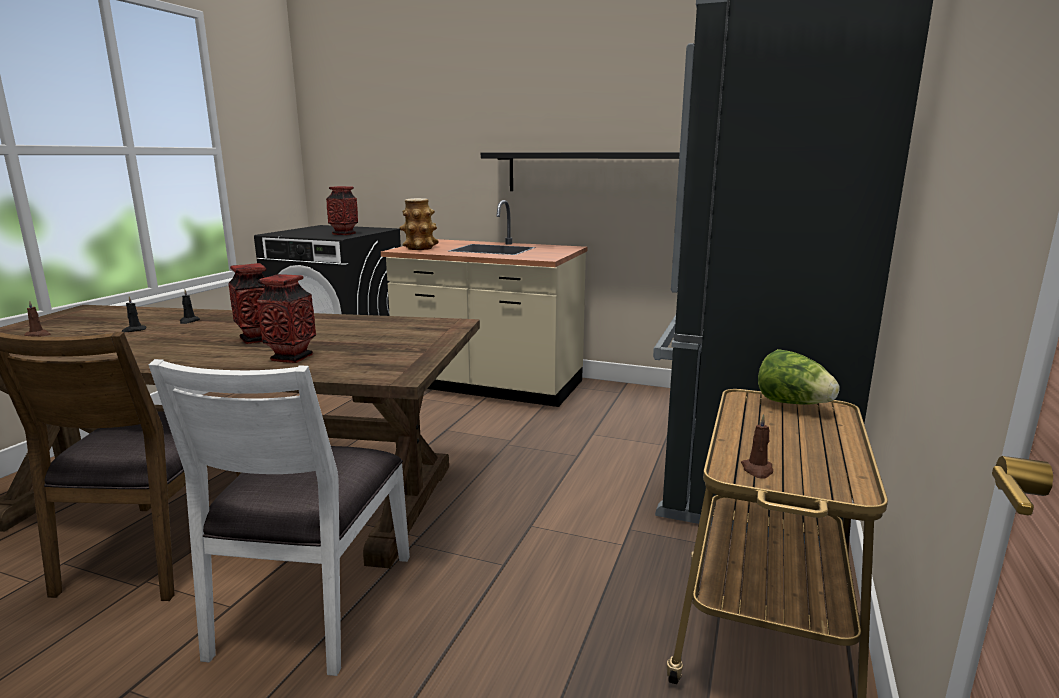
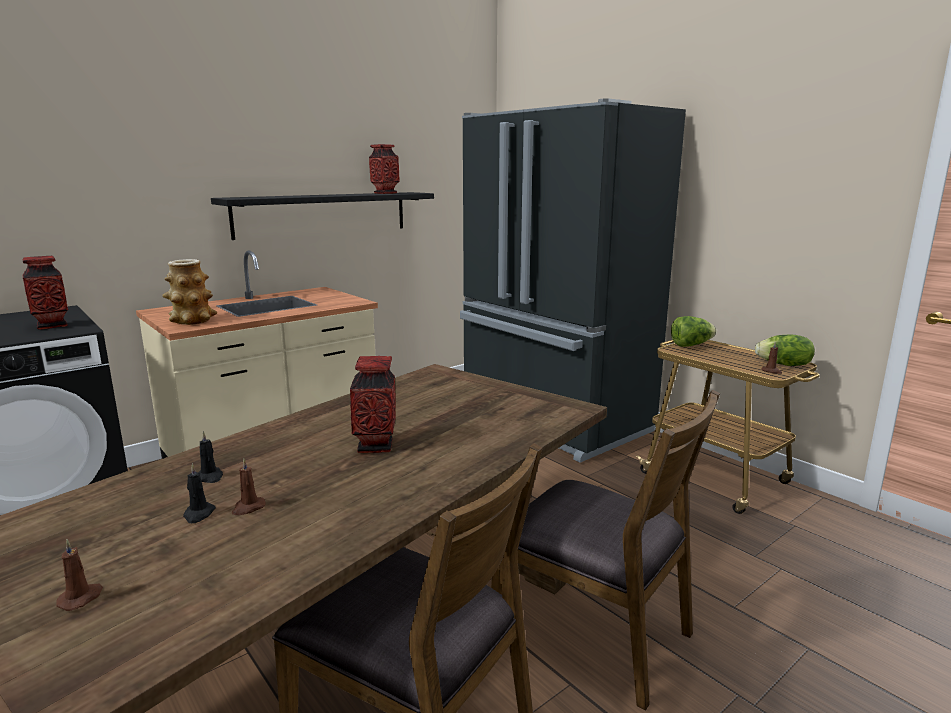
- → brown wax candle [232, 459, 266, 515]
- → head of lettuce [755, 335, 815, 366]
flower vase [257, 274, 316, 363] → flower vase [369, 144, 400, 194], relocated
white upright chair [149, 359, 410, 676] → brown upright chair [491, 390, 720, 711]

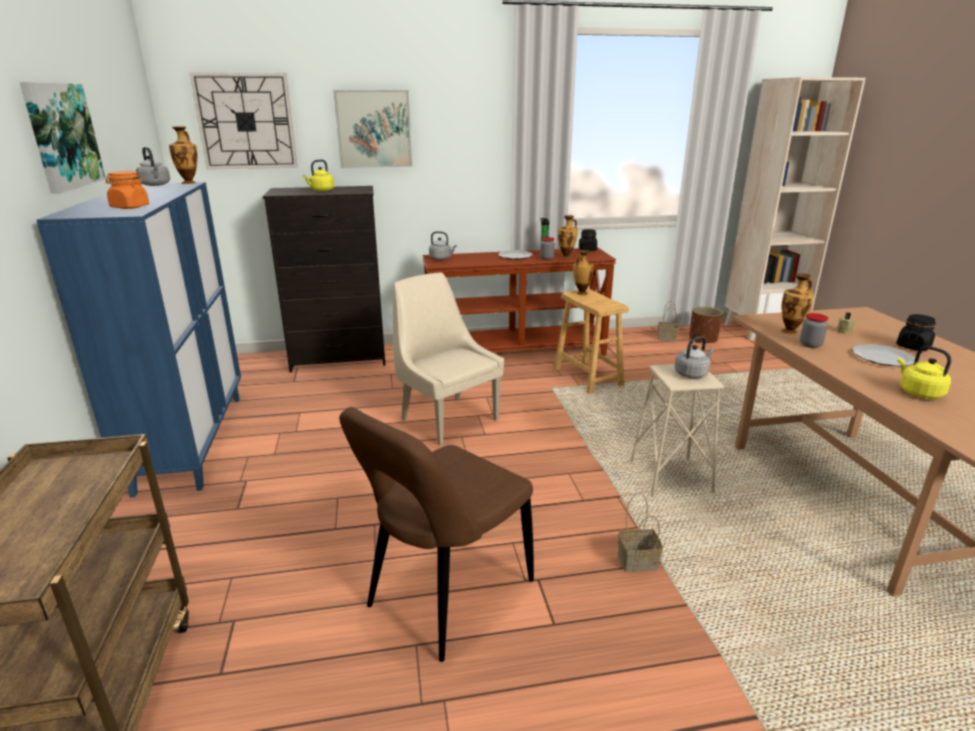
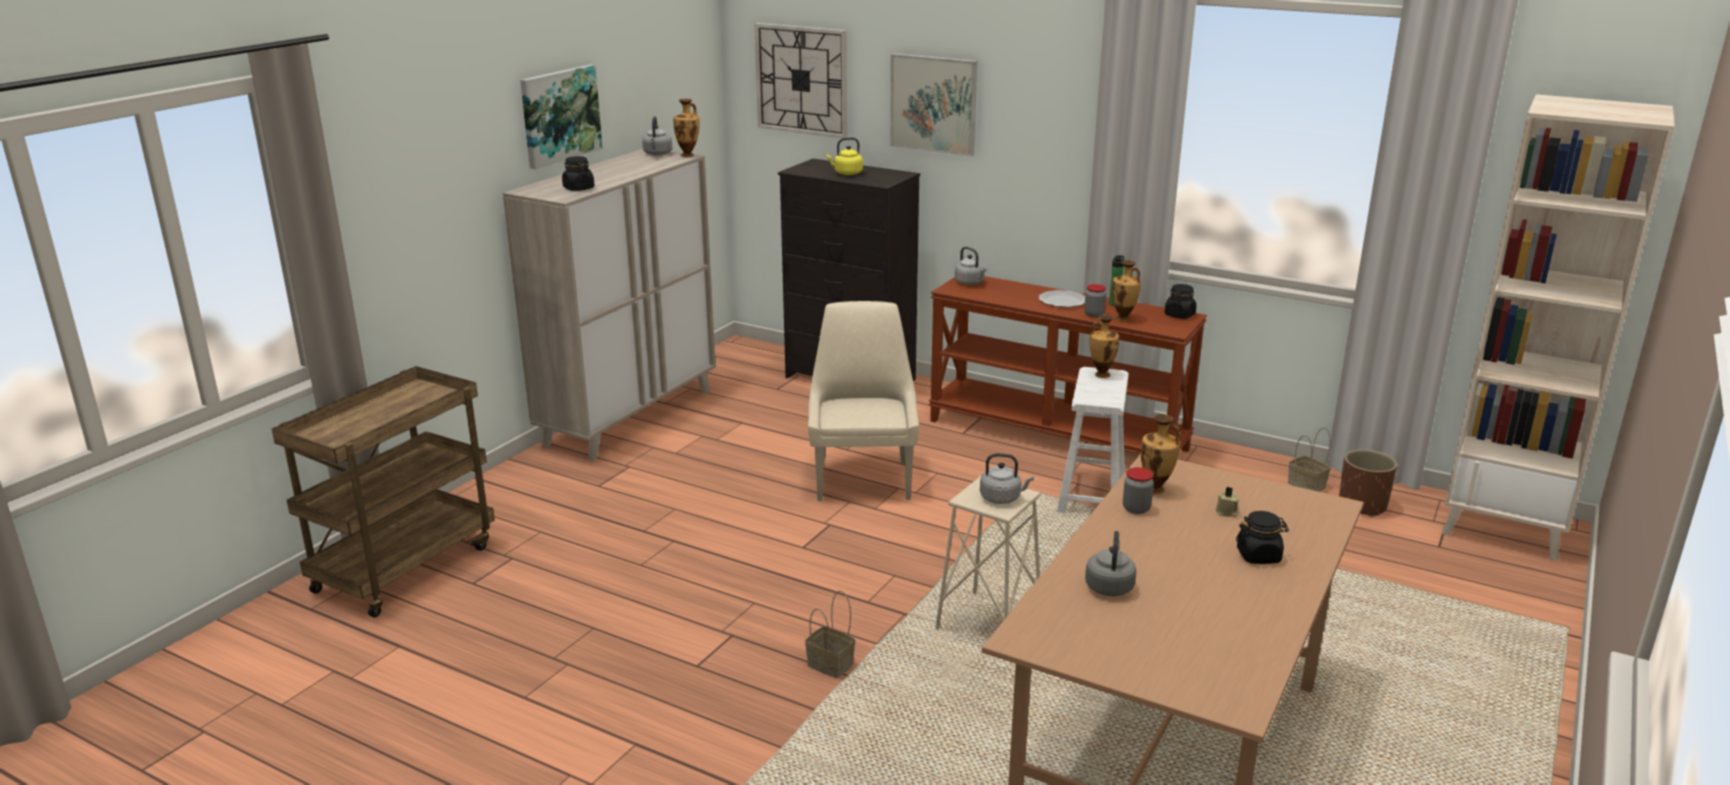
brown upright chair [339, 407, 534, 662] → -
dinner plate [852, 344, 915, 366] → -
blue cabinet [37, 182, 241, 498] → sand-coloured cabinet [503, 149, 716, 461]
orangey jar [106, 171, 149, 209] → black jar [562, 156, 595, 191]
brown stool seat [553, 289, 629, 394] → white stool seat [1057, 367, 1129, 513]
yellow-coloured tea kettle [898, 346, 952, 399] → greyish tea kettle [1085, 531, 1136, 596]

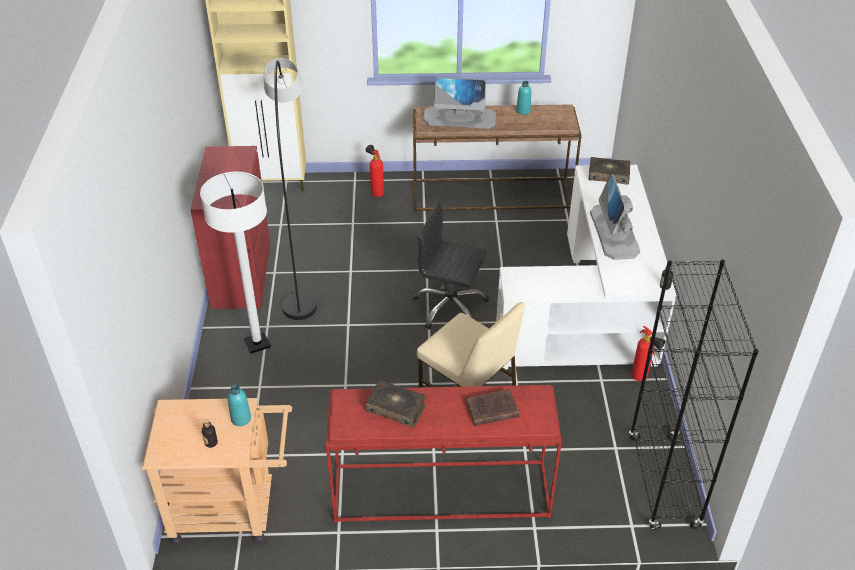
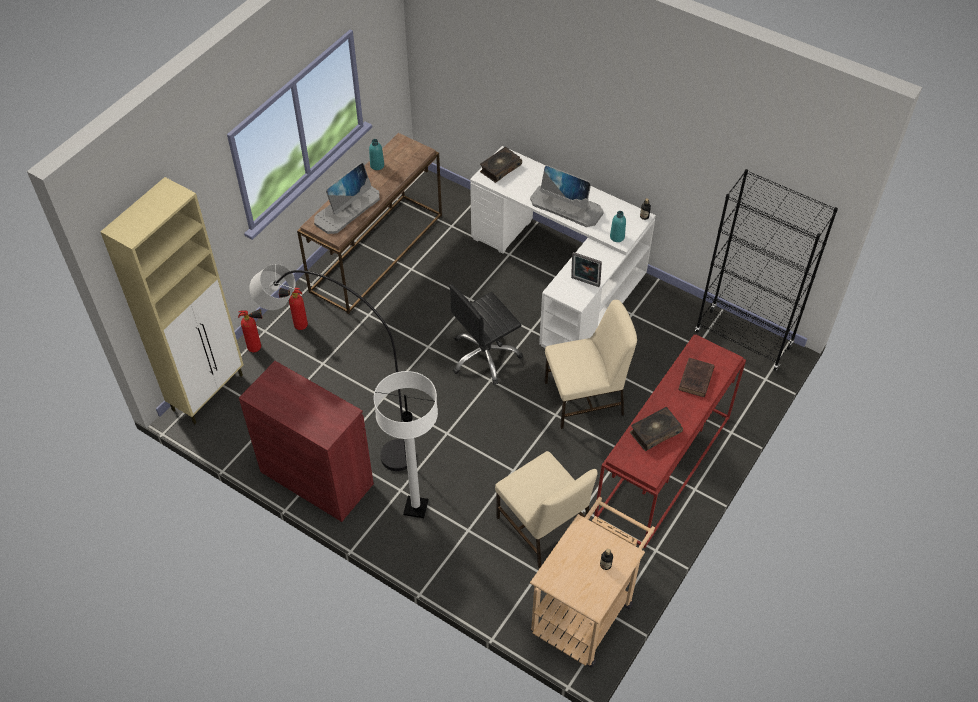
- → sand-coloured upright chair [495, 451, 598, 568]
- → picture frame [571, 252, 602, 287]
turquoise-coloured bottle [228, 385, 251, 426] → turquoise-coloured bottle [610, 211, 626, 242], relocated
fire extinguisher [632, 326, 666, 381] → fire extinguisher [238, 309, 262, 352], relocated

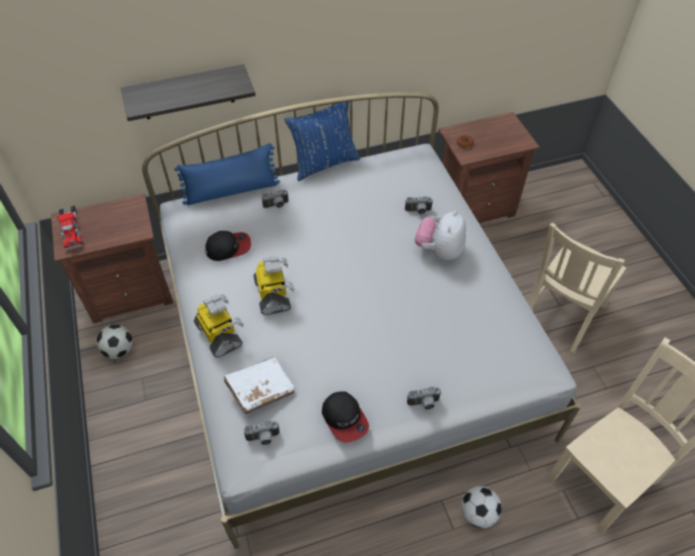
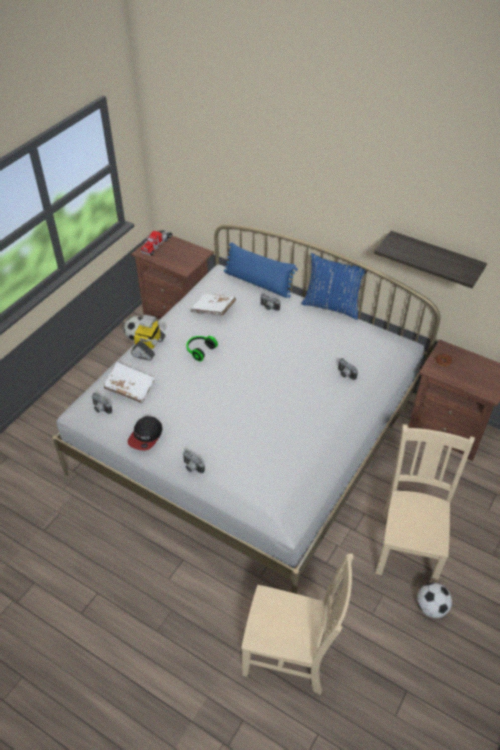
soft toy [415, 211, 466, 260] → -
wall shelf [121, 64, 255, 121] → wall shelf [374, 231, 487, 288], relocated
football [461, 486, 502, 528] → football [417, 583, 452, 618], relocated
baseball cap [205, 231, 251, 261] → white volume [190, 294, 236, 315]
robot figure [254, 255, 294, 315] → headphones [186, 336, 218, 362]
sand-coloured upright chair [528, 223, 626, 353] → sand-coloured upright chair [375, 424, 475, 583], 105 degrees clockwise

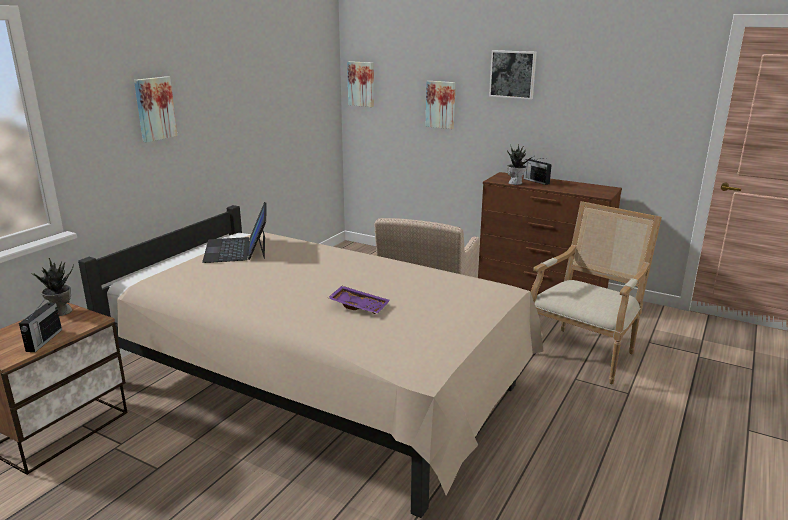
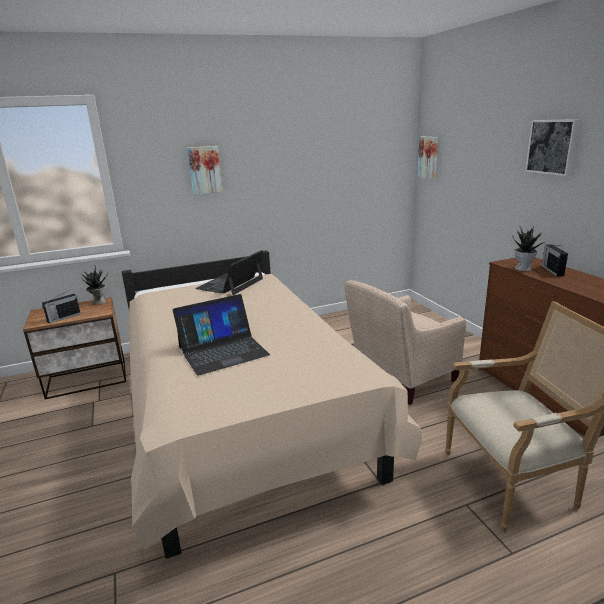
wall art [426, 81, 456, 129] → -
purple-coloured carrying tray [328, 286, 390, 314] → laptop [173, 294, 270, 375]

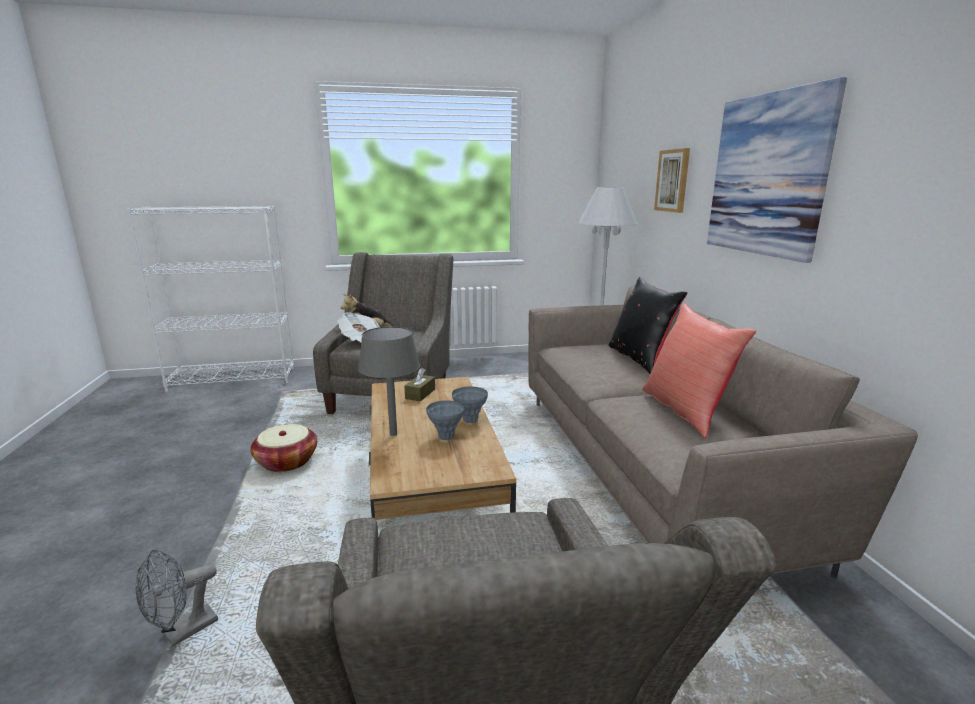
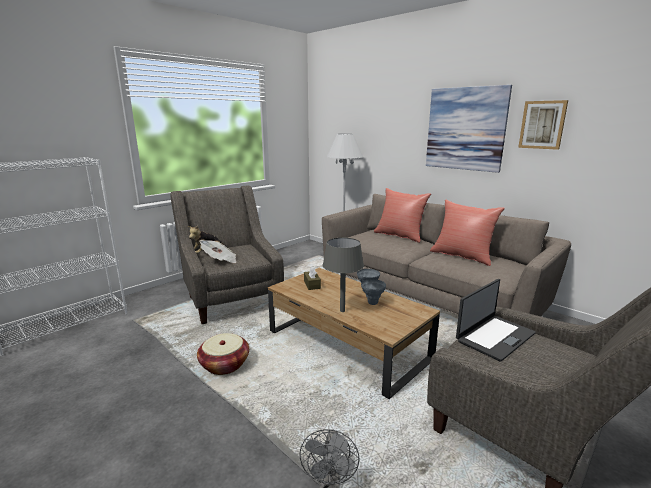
- → laptop [456, 279, 536, 362]
wall art [654, 148, 690, 213] → wall art [518, 100, 568, 150], relocated
black throw pillow [609, 277, 688, 374] → red-coloured throw pillow [374, 188, 431, 243]

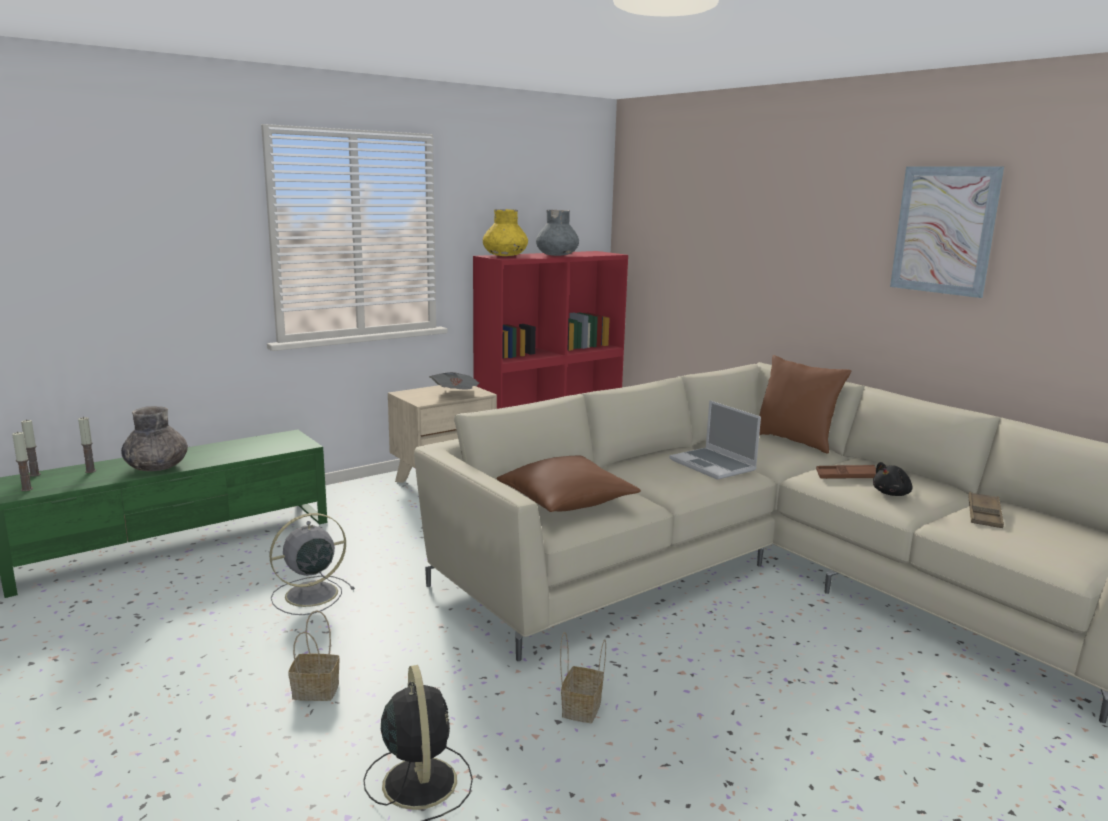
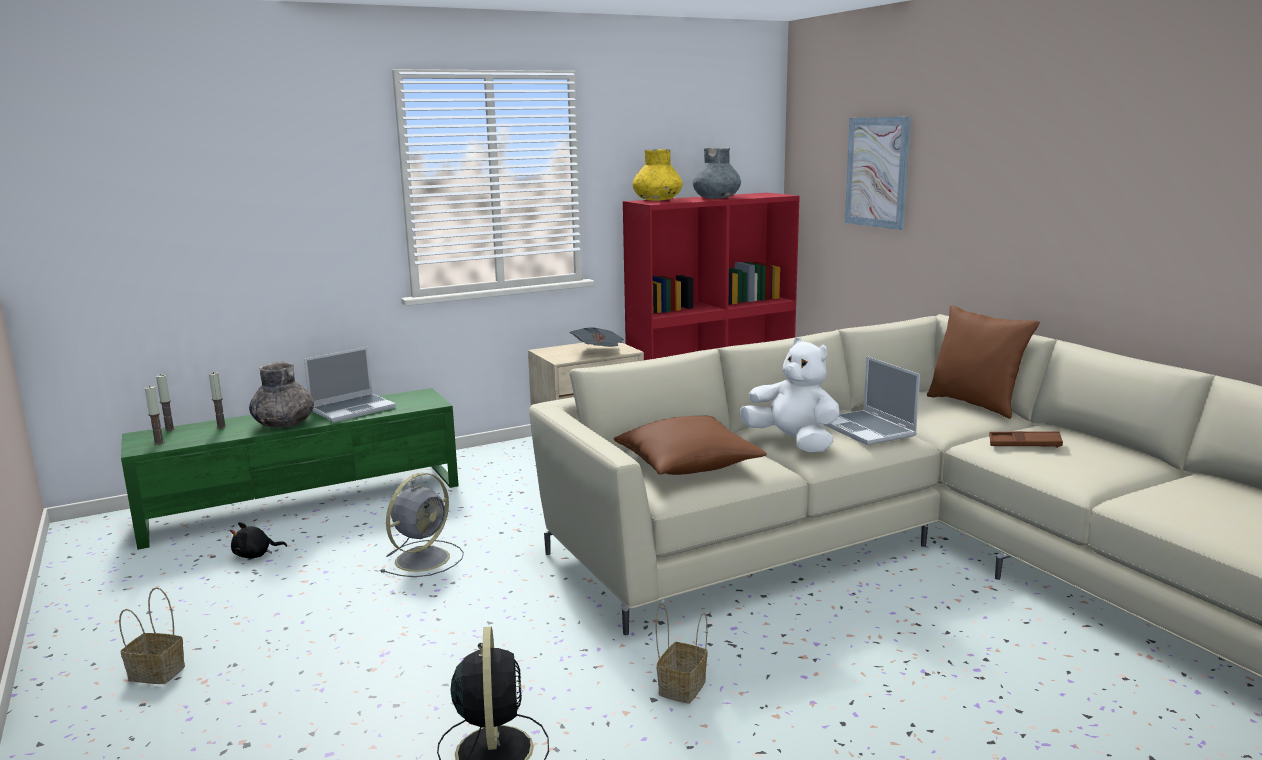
brown carrying tray [968, 492, 1004, 528] → -
- → laptop [304, 347, 396, 422]
- → white soft toy [739, 338, 839, 452]
basket [288, 610, 340, 701] → basket [119, 587, 185, 684], relocated
black soft toy [873, 462, 913, 496] → black soft toy [230, 522, 287, 558], relocated
wall art [890, 166, 1004, 298] → wall art [845, 117, 911, 230], relocated
greyish fan [269, 513, 355, 615] → greyish fan [380, 473, 464, 577], 150 degrees clockwise

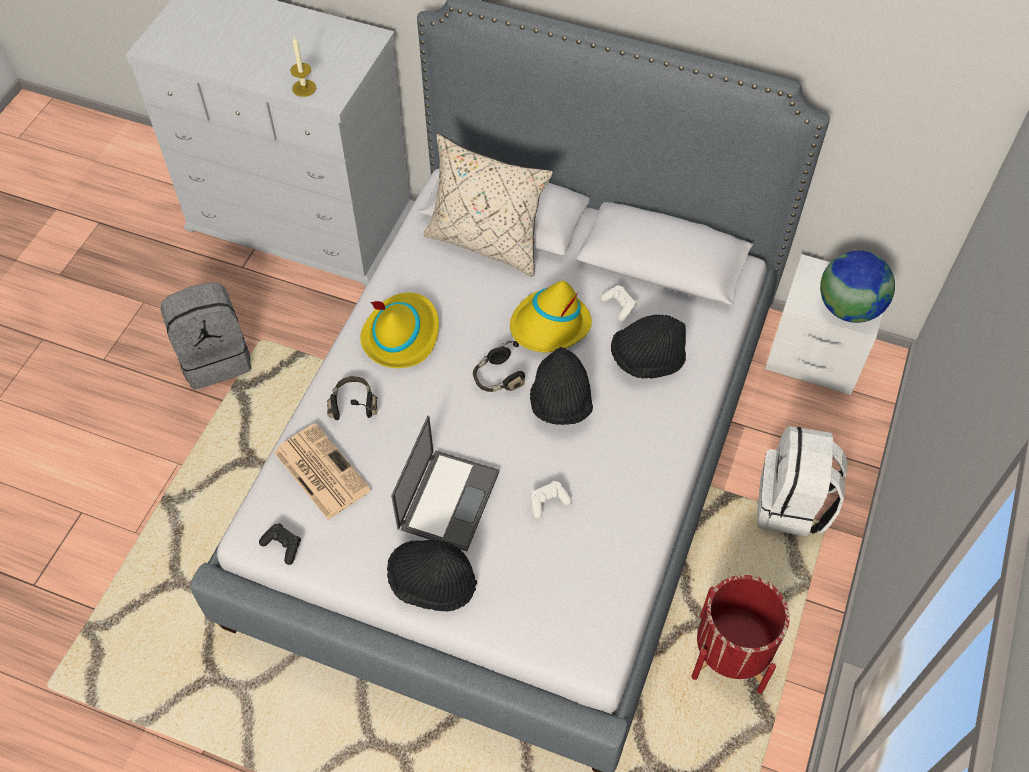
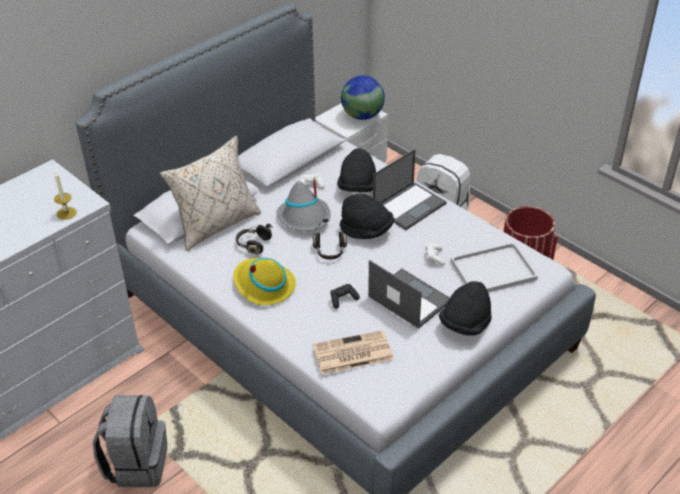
- → laptop [373, 149, 447, 230]
- → white carrying tray [451, 242, 538, 292]
black game controller [259, 523, 301, 565] → black game controller [330, 284, 360, 309], relocated
black headphones [327, 376, 378, 420] → black headphones [236, 224, 273, 255], relocated
yellow-coloured clothing hat [510, 281, 592, 352] → greyish clothing hat [276, 175, 331, 231]

